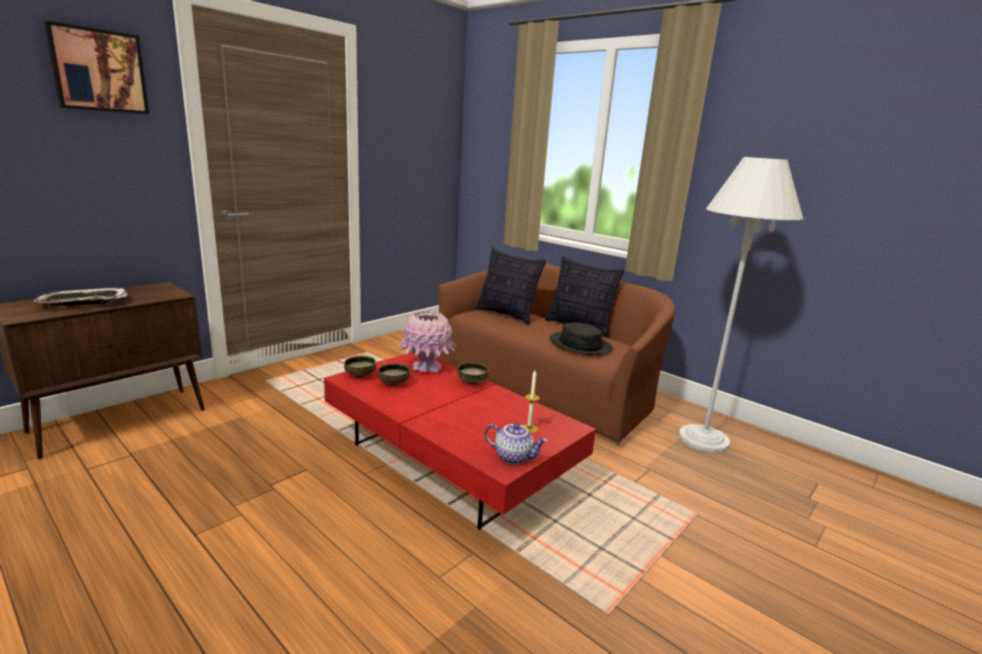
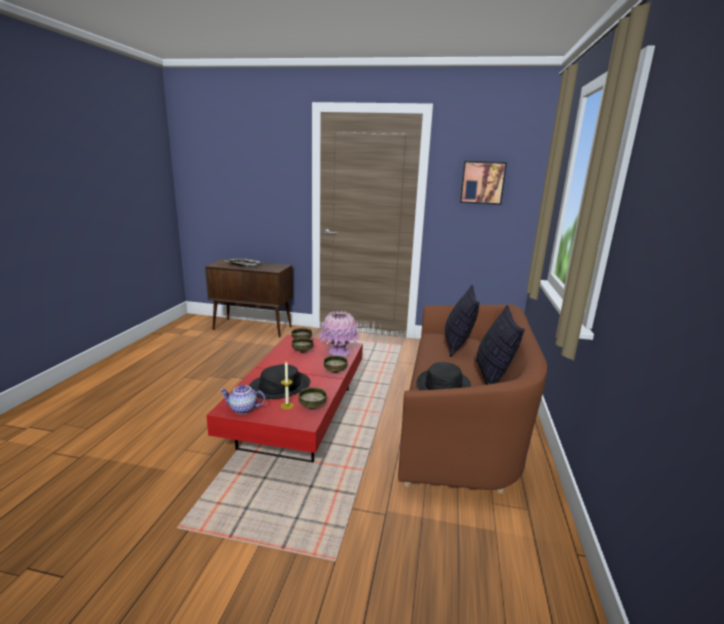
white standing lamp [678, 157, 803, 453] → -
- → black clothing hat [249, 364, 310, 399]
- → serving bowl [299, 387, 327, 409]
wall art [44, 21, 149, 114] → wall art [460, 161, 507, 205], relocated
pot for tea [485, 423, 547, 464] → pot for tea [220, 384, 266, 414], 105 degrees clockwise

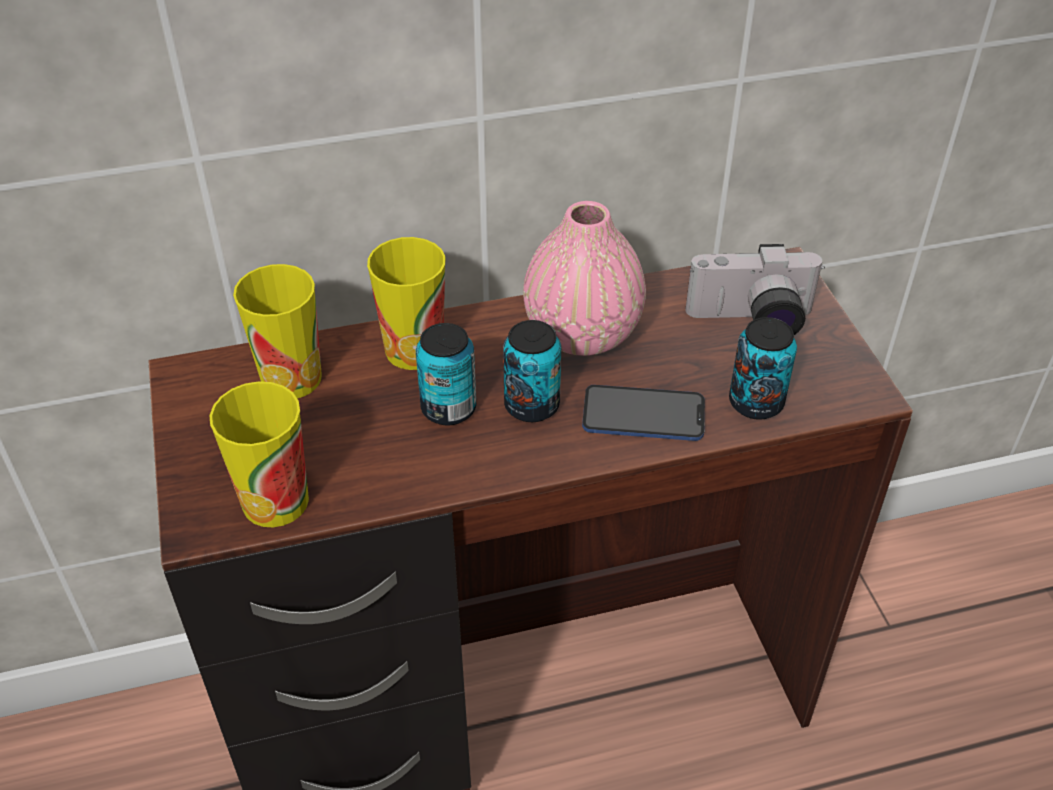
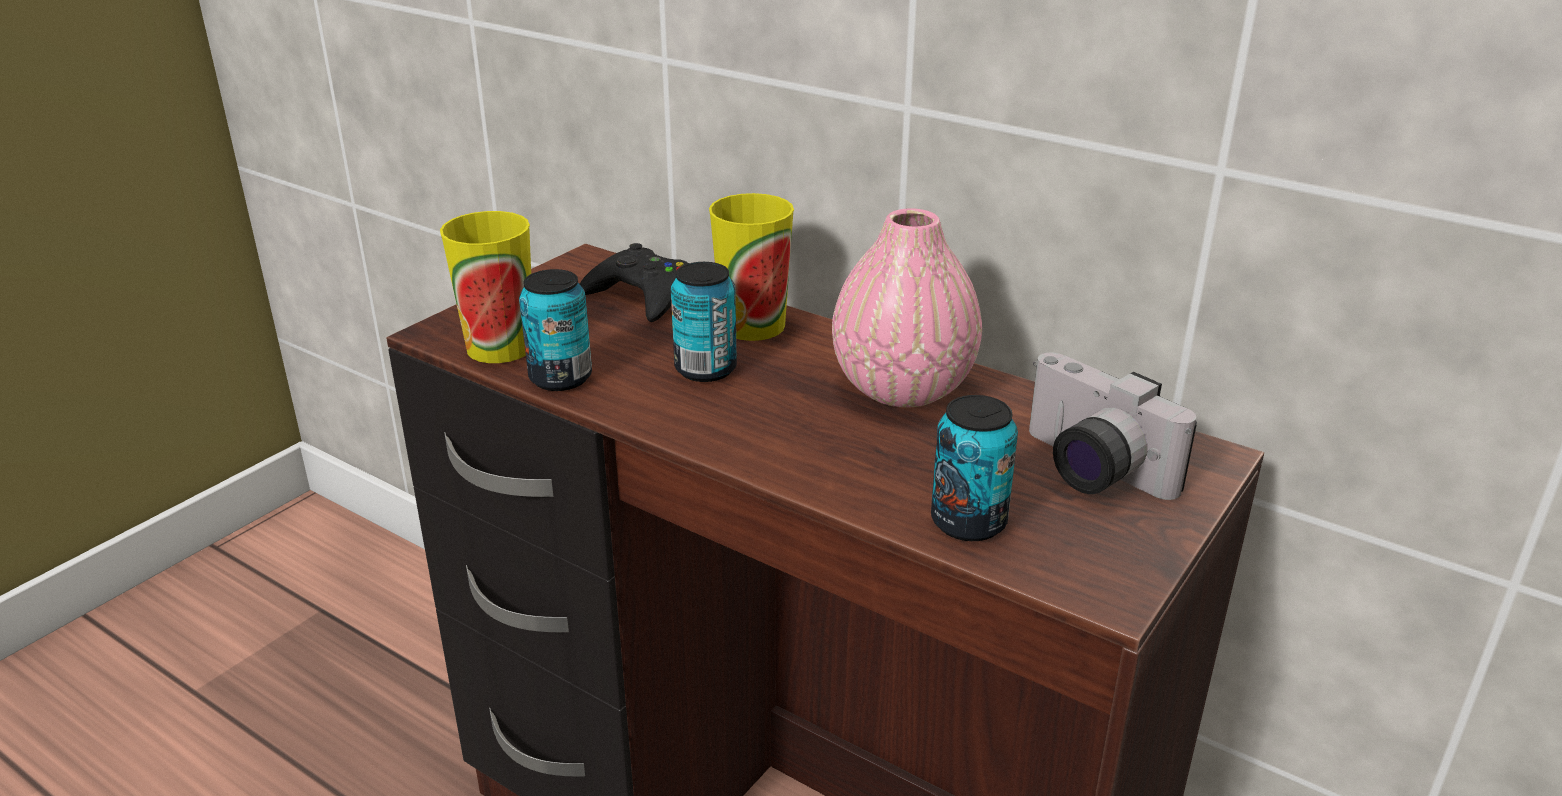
phone [582, 385, 705, 441] → -
can [503, 320, 561, 422] → can [519, 269, 592, 391], relocated
small cup [233, 264, 322, 398] → black game controller [580, 243, 689, 322]

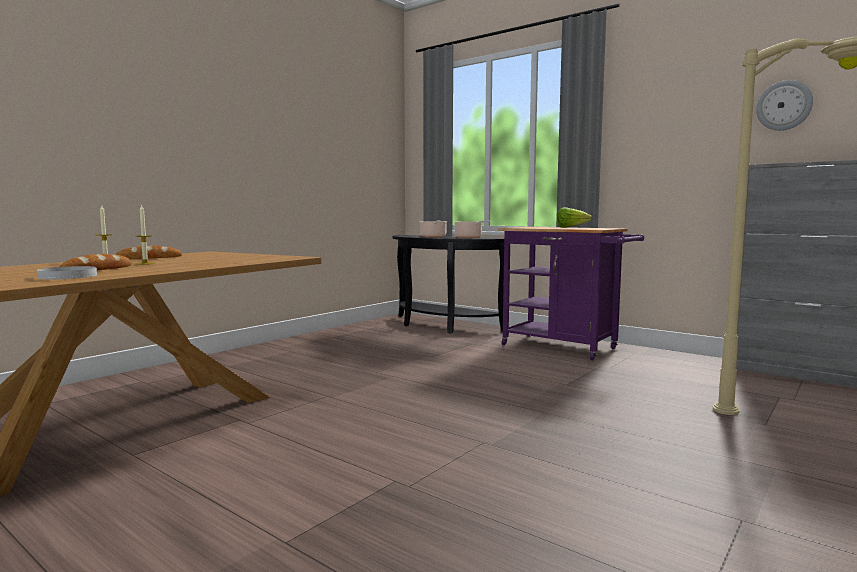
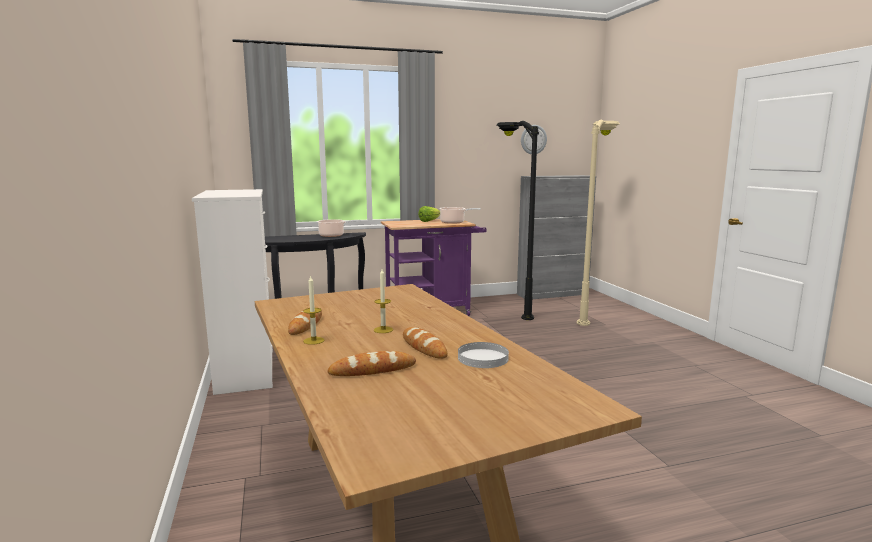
- → white drawer chest [192, 189, 273, 395]
- → bread [328, 351, 416, 376]
- → black standing lamp [496, 121, 539, 320]
cooking pot [419, 220, 448, 237] → cooking pot [439, 207, 481, 224], relocated

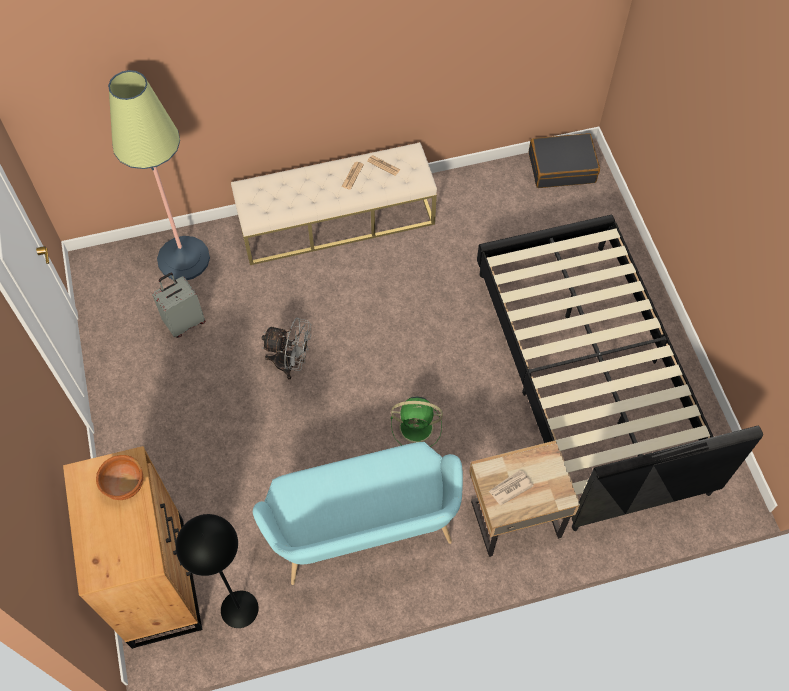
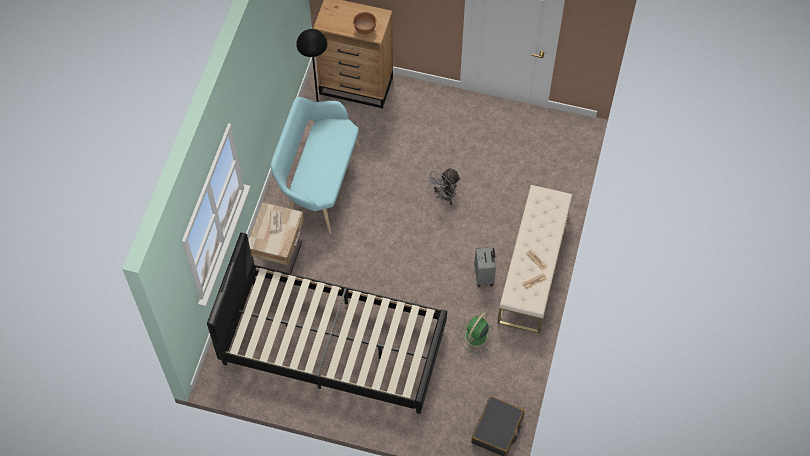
standing lamp [108, 70, 210, 280] → -
greyish suitcase [152, 273, 205, 338] → greyish suitcase [474, 247, 496, 287], relocated
green-coloured fan [391, 396, 443, 447] → green-coloured fan [459, 312, 492, 353], relocated

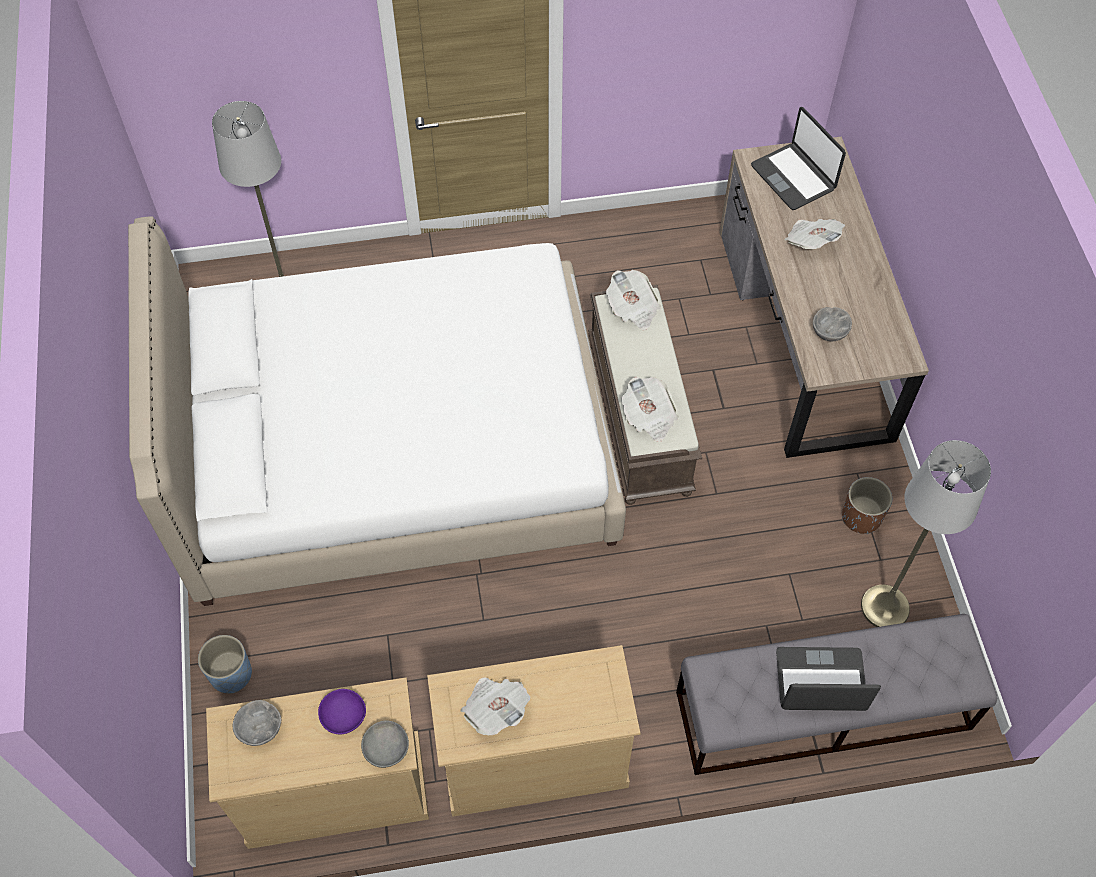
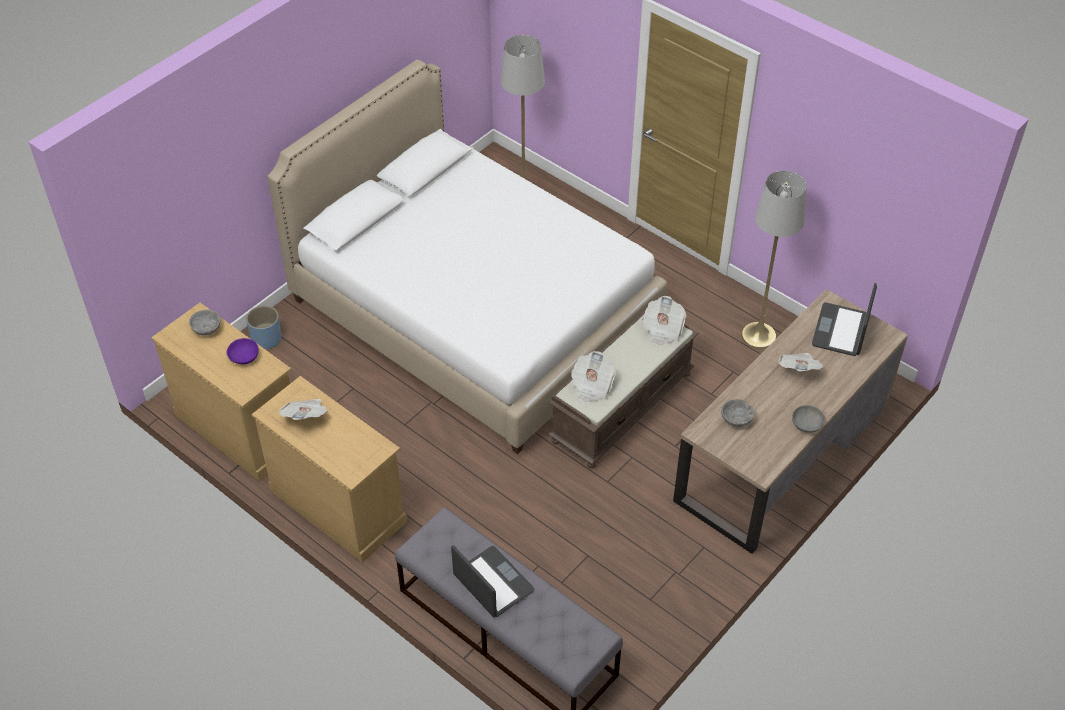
brown flower pot [842, 477, 892, 534] → -
greyish serving bowl [361, 720, 409, 768] → greyish serving bowl [792, 405, 825, 433], relocated
greyish standing lamp [861, 440, 991, 627] → greyish standing lamp [741, 171, 807, 349], relocated

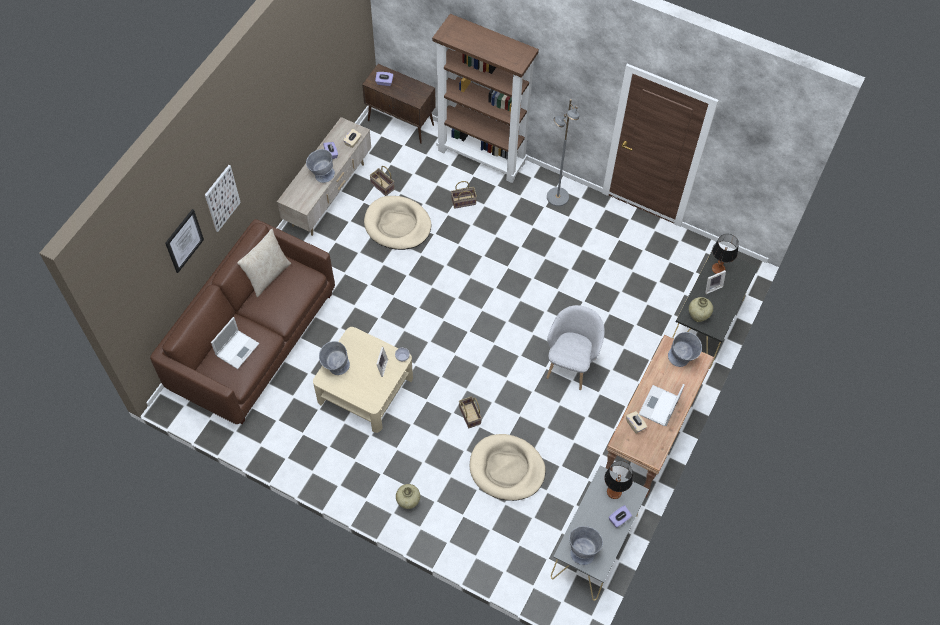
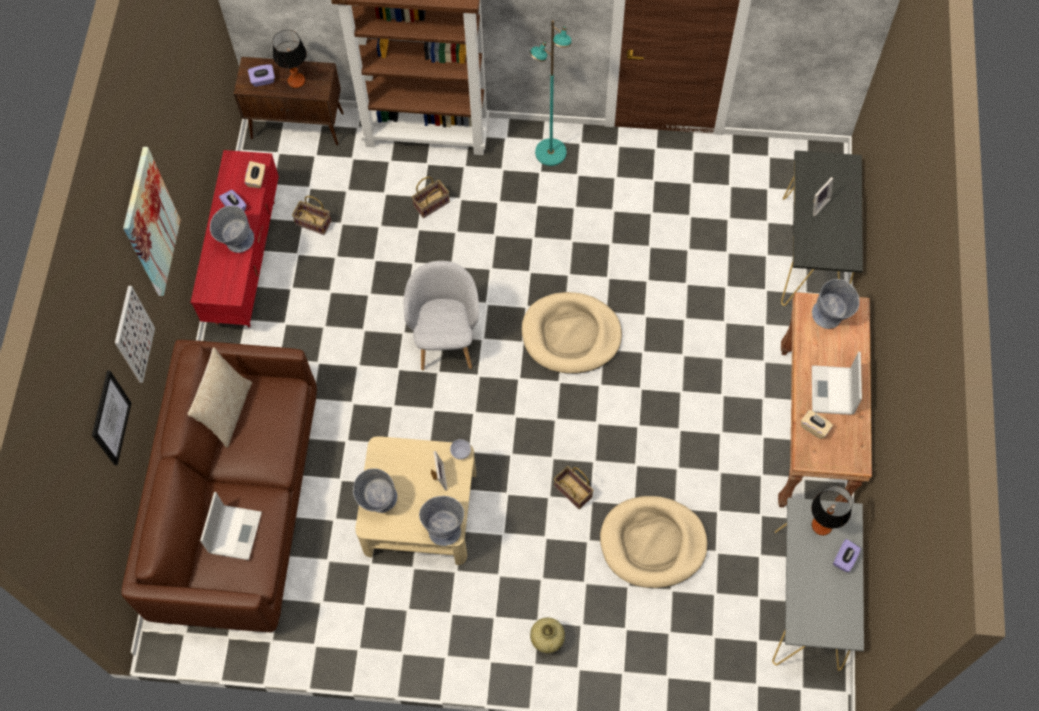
sand-coloured flower vase [689, 297, 713, 322] → -
- → wall art [123, 147, 181, 296]
sand-coloured pet bed [364, 196, 431, 250] → sand-coloured pet bed [522, 292, 622, 374], relocated
greyish lounge chair [546, 305, 605, 390] → greyish lounge chair [404, 261, 479, 370], relocated
greyish serving bowl [569, 526, 603, 565] → greyish serving bowl [419, 496, 464, 546], relocated
table lamp [712, 234, 739, 274] → table lamp [272, 30, 307, 88], relocated
sand-coloured media console [277, 117, 371, 236] → red-coloured media console [190, 150, 279, 327]
greyish standing lamp [547, 99, 579, 206] → turquoise-coloured standing lamp [530, 20, 572, 166]

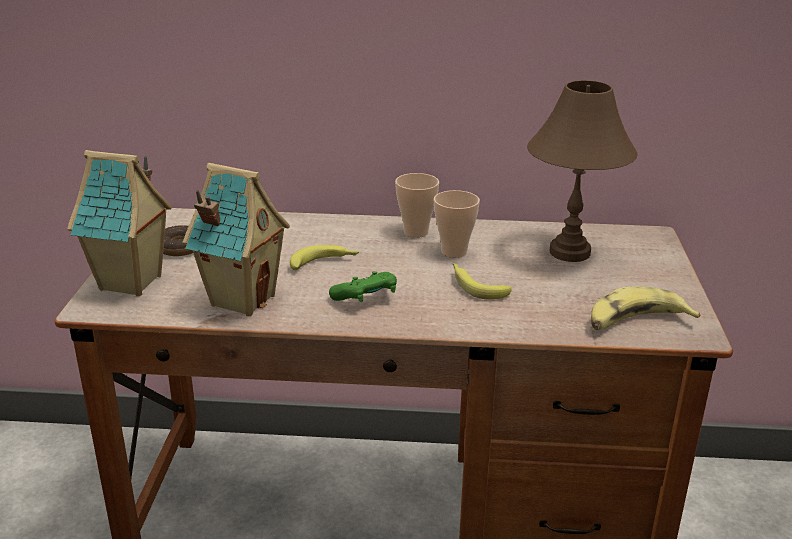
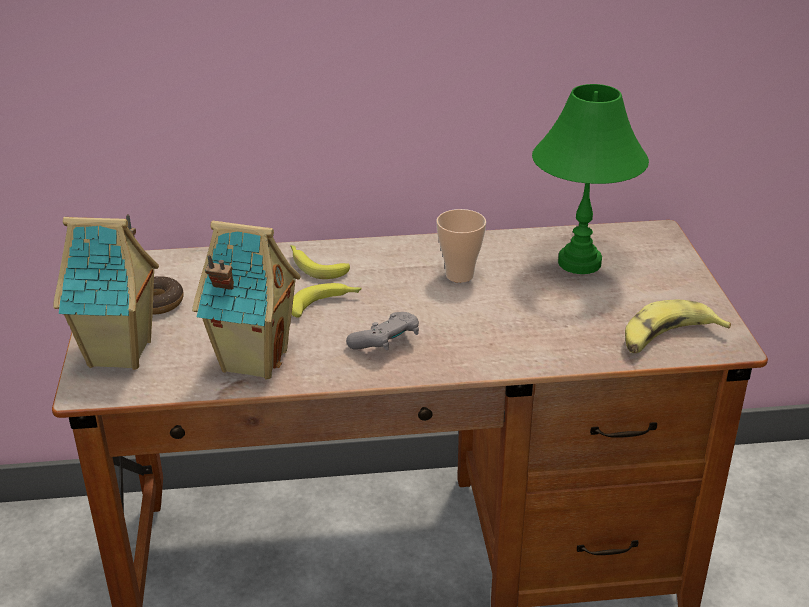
small cup [395, 173, 439, 238] → -
banana fruit [453, 263, 512, 300] → banana fruit [290, 245, 350, 279], relocated
green-coloured game controller [329, 271, 397, 302] → greyish game controller [346, 312, 419, 350]
brown table lamp [527, 80, 638, 262] → green-coloured table lamp [532, 84, 649, 274]

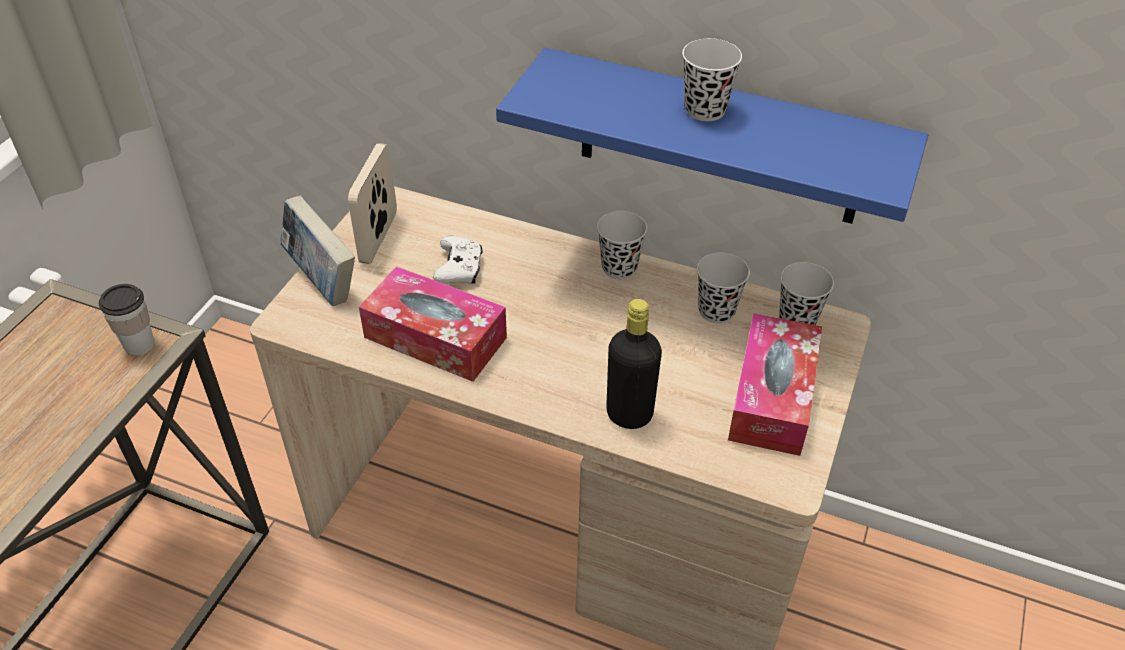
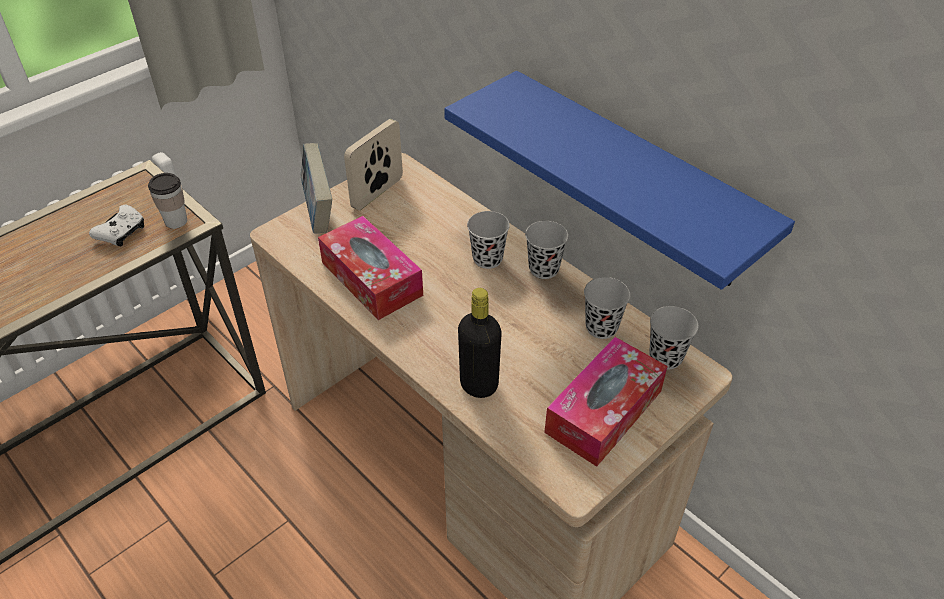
white game controller [433, 236, 483, 284] → white game controller [89, 205, 144, 246], relocated
black small cup [682, 38, 742, 121] → black small cup [467, 211, 510, 269], relocated

